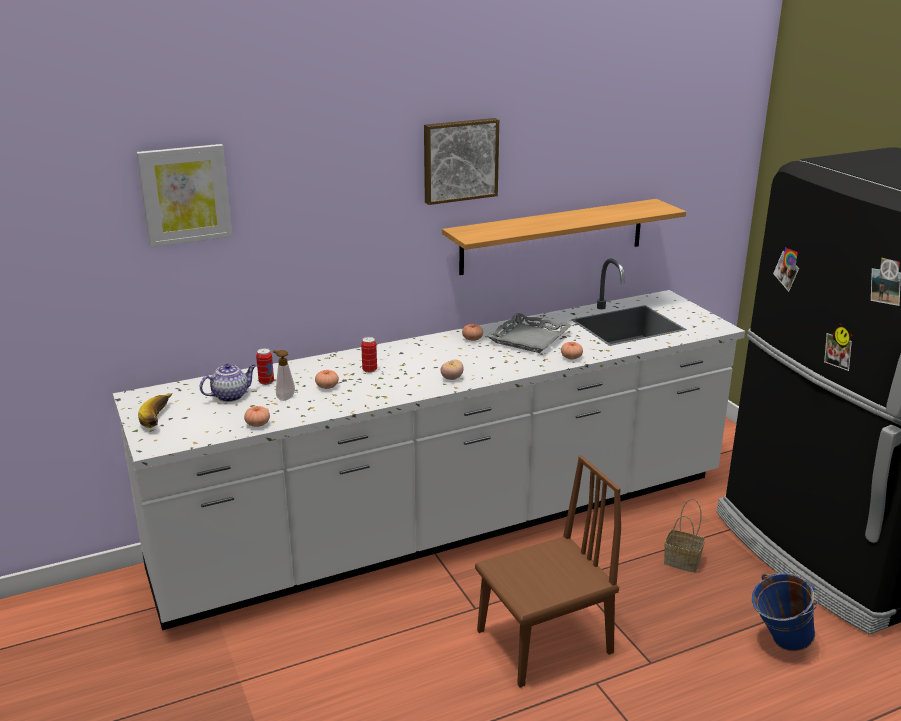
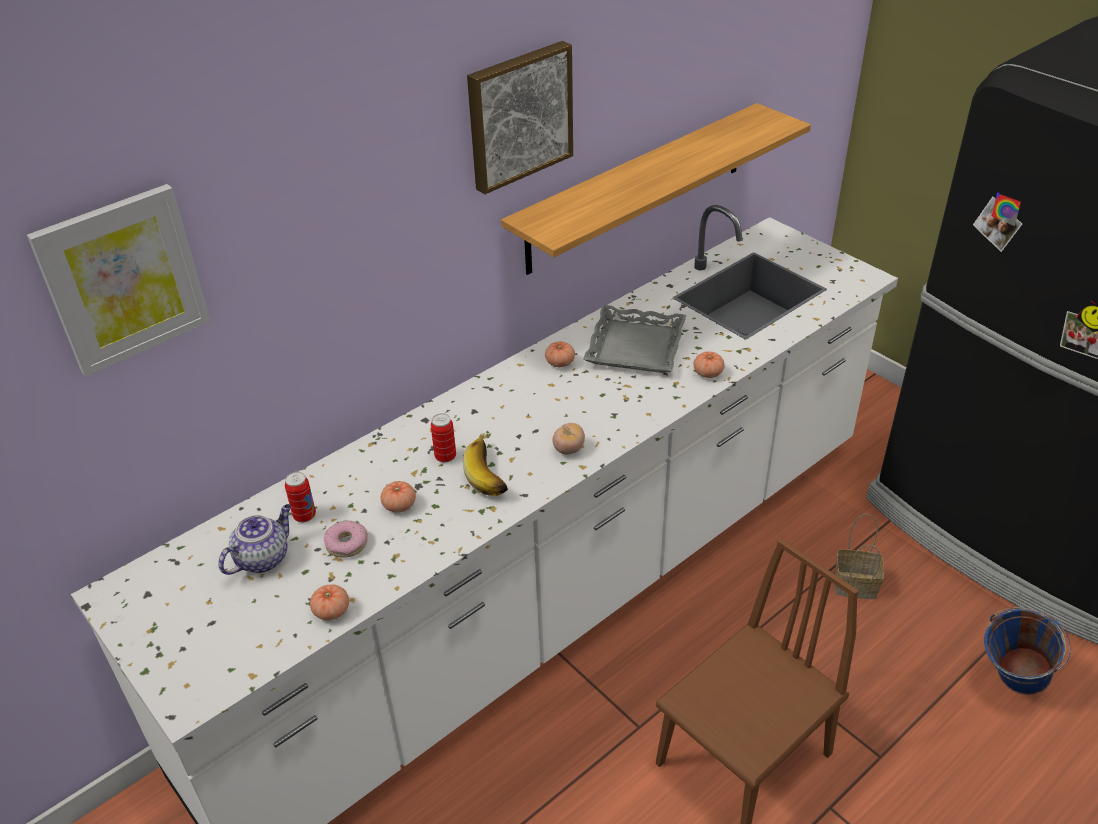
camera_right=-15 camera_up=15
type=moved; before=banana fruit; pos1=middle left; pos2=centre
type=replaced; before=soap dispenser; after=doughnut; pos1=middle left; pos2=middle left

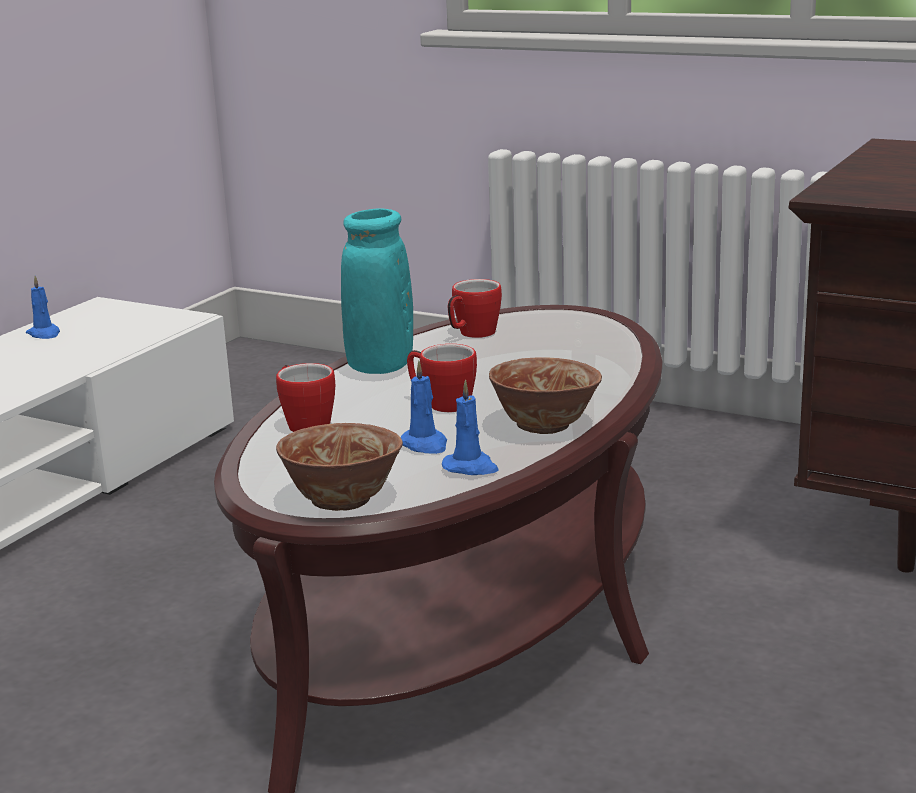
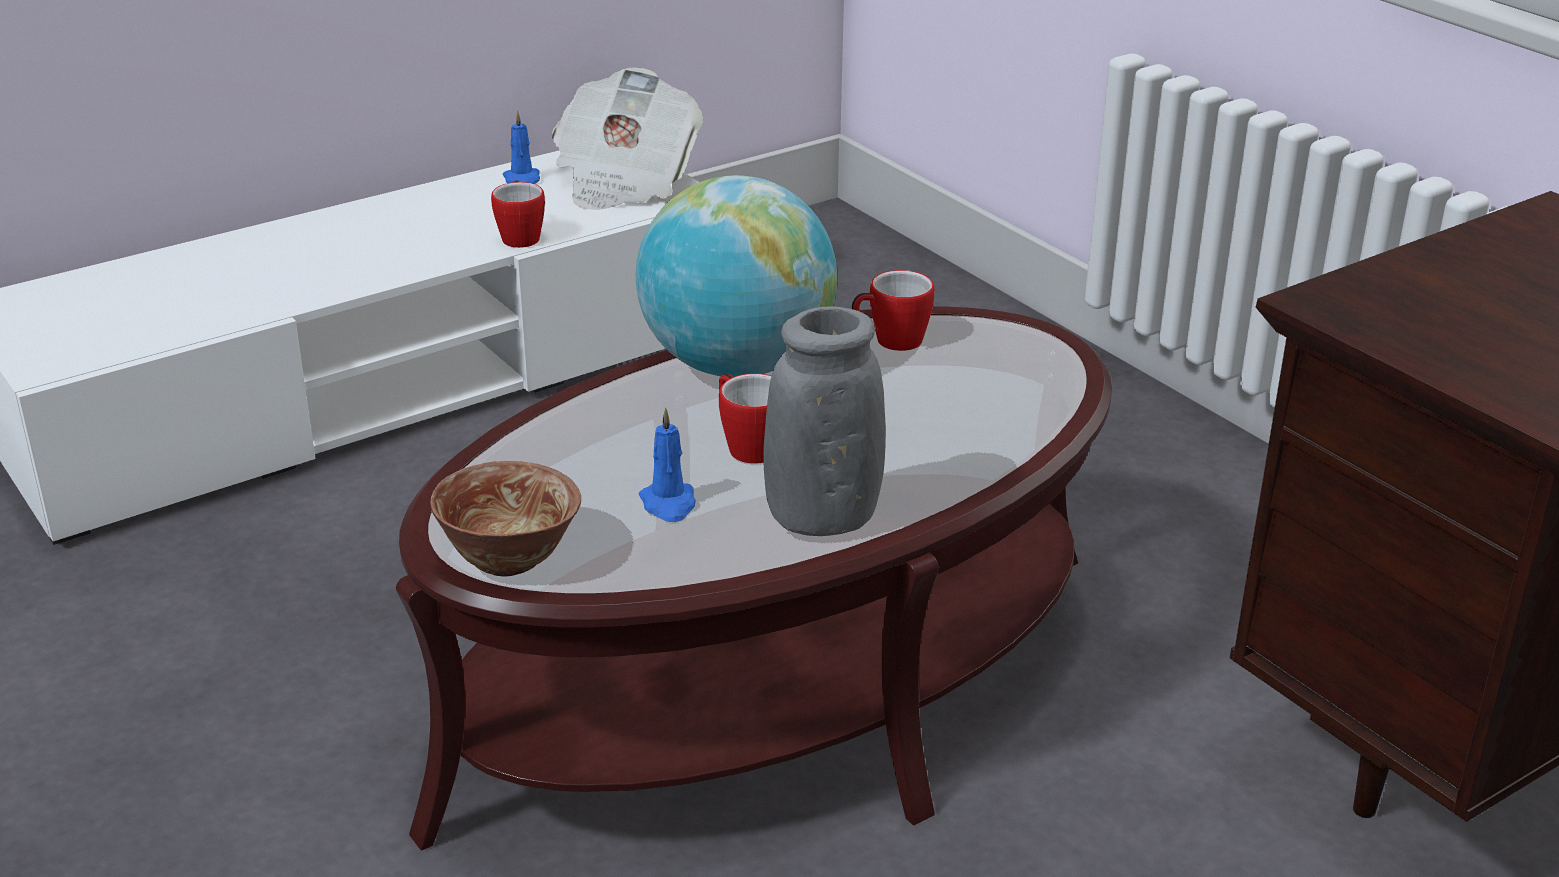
camera_right=25 camera_up=10
type=moved; before=mug (1st from left); pos1=middle left; pos2=top left
type=replaced; before=vase in blue-green; after=desk globe; pos1=centre; pos2=top centre
type=removed; before=candle in blue-coloured (3rd from left); pos1=centre
type=replaced; before=bowl (2nd from left); after=vase in greyish; pos1=centre; pos2=centre
type=added; after=daily paper; pos2=top centre

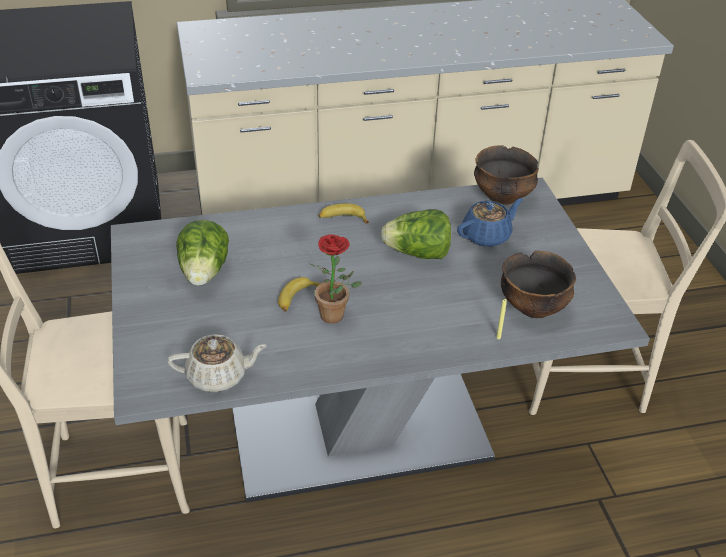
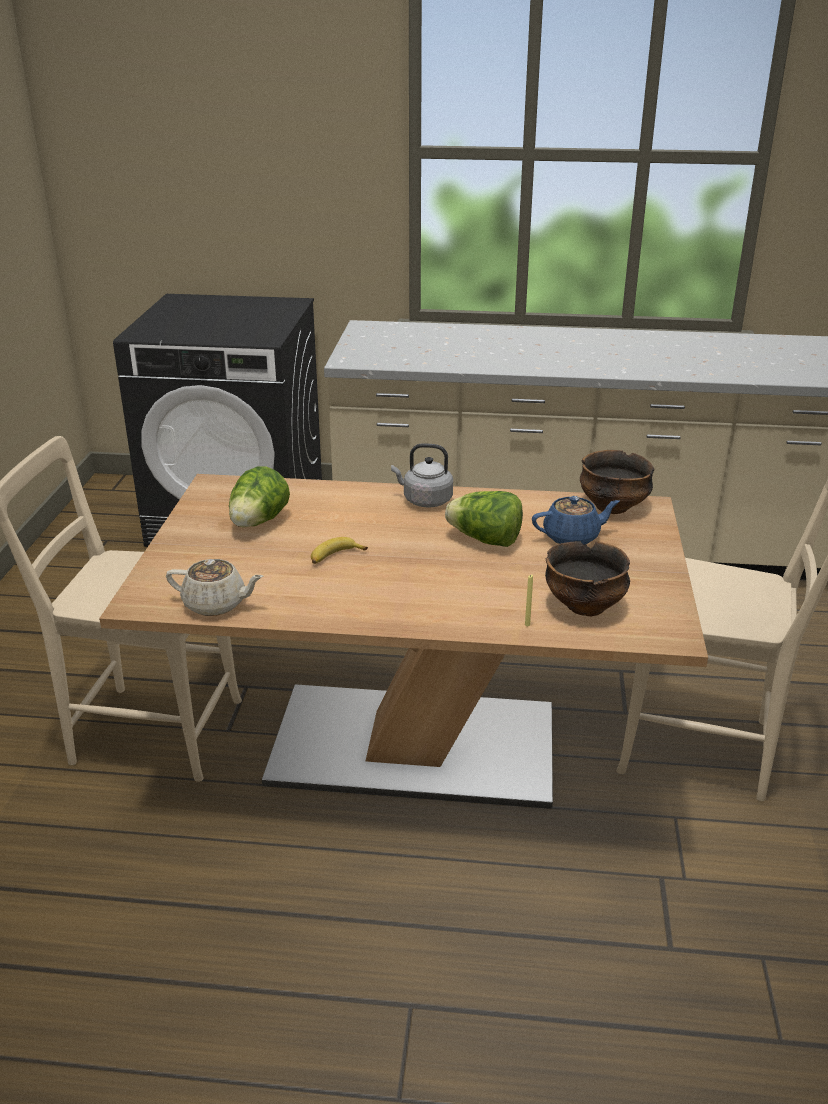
camera_right=20 camera_up=-10
type=recoloured; before=dining table in greyish; after=dining table in brown-coloured; pos1=centre; pos2=centre
type=removed; before=houseplant; pos1=centre
type=replaced; before=banana fruit (2nd from left); after=water kettle in greyish; pos1=centre; pos2=centre

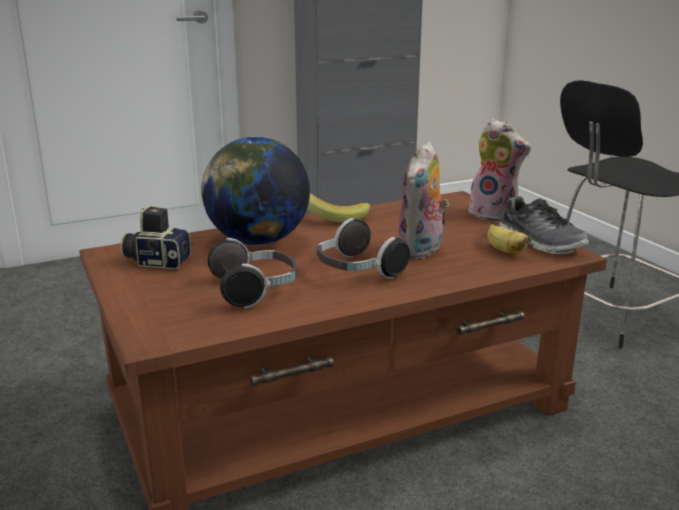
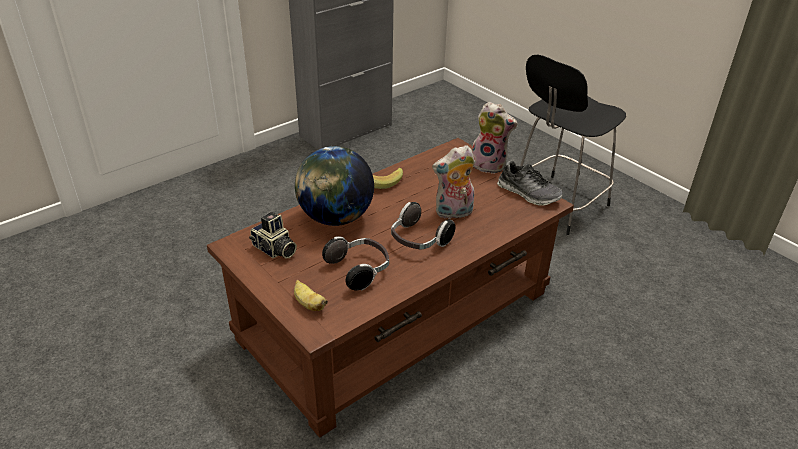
camera_right=-15 camera_up=15
type=turned; before=still camera; pos1=middle left; pos2=centre; turn=-135
type=turned; before=plush toy (1st from left); pos1=centre; pos2=centre; turn=60
type=moved; before=banana fruit (2nd from left in the first image); after=banana fruit (1st from left); pos1=middle right; pos2=centre

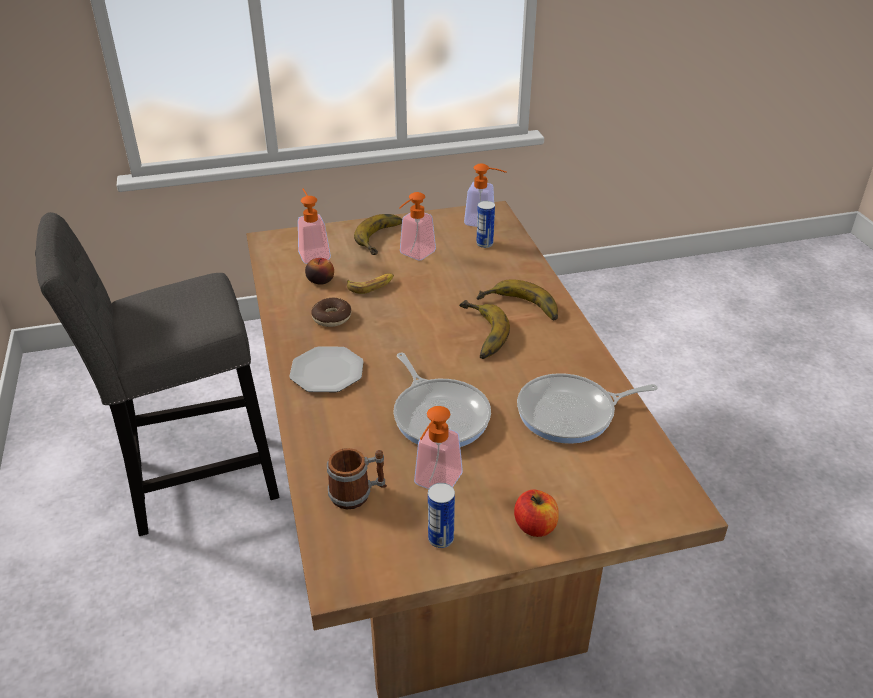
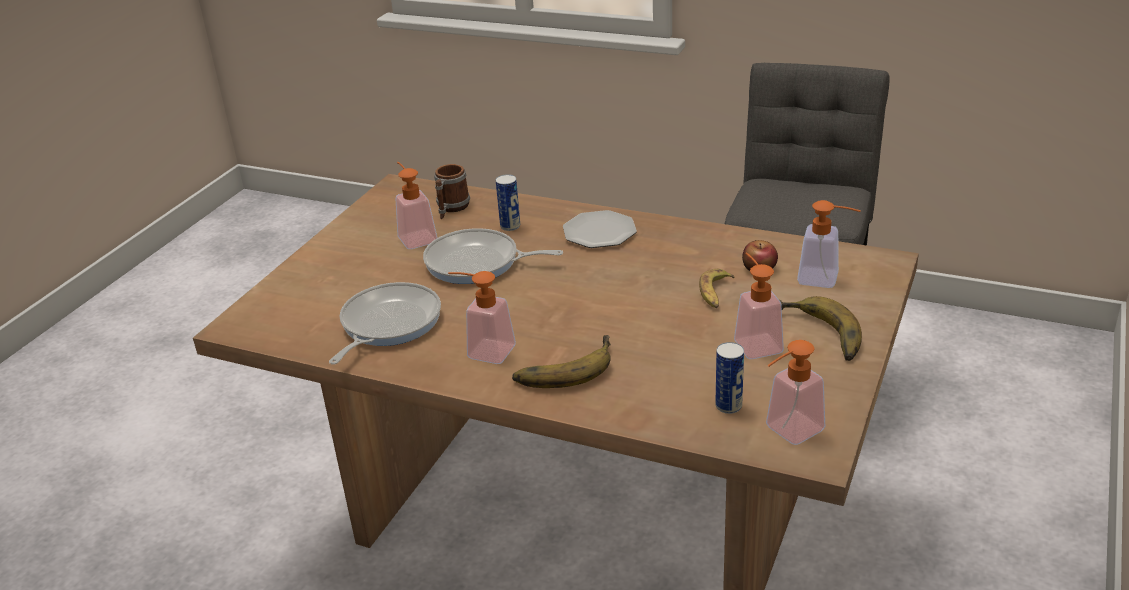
camera_right=130 camera_up=-5
type=removed; before=doughnut; pos1=centre
type=moved; before=sealed can (1st from left); pos1=bottom centre; pos2=centre
type=removed; before=banana fruit (3rd from left); pos1=centre
type=removed; before=apple (2nd from left); pos1=bottom centre
type=added; after=soap dispenser (2nd from left); pos2=centre

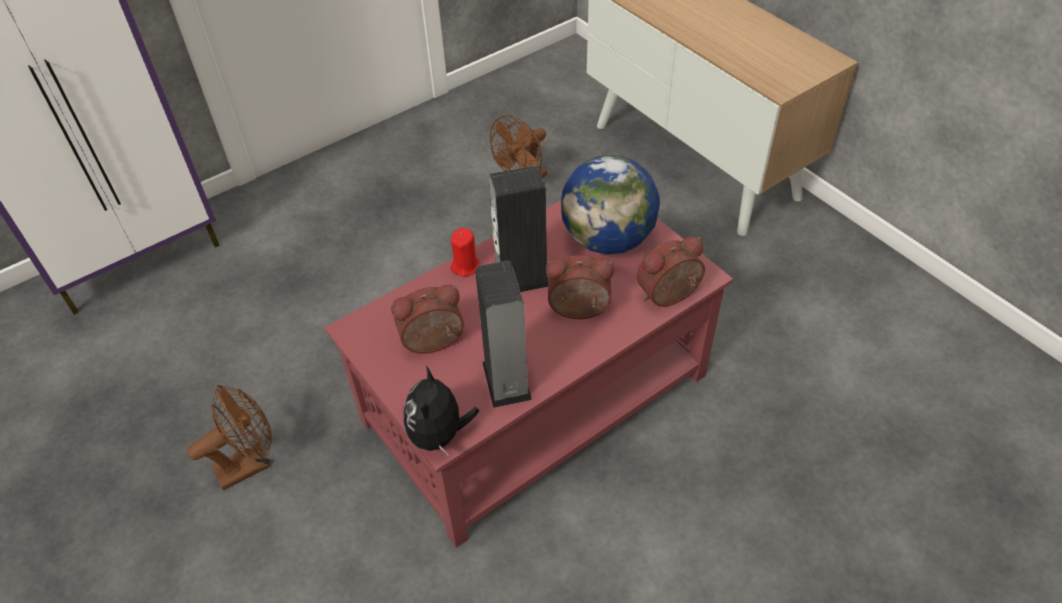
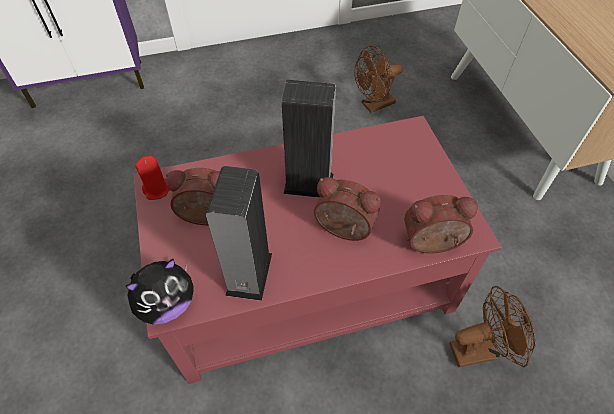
camera_right=20 camera_up=5
type=moved; before=fan in brown-coloured (1st from left in the first image); after=fan in brown-coloured (2nd from left); pos1=bottom left; pos2=bottom right
type=turned; before=plush toy; pos1=bottom centre; pos2=bottom left; turn=-150
type=moved; before=candle in red-coloured; pos1=centre; pos2=middle left
type=removed; before=desk globe; pos1=centre

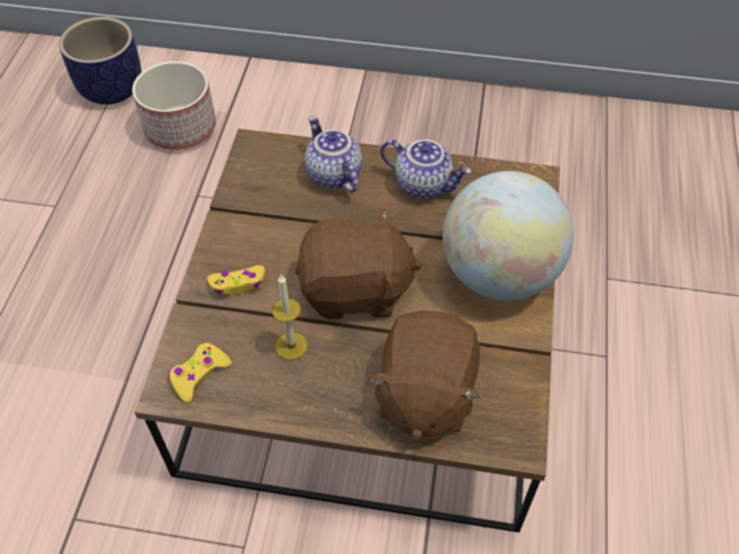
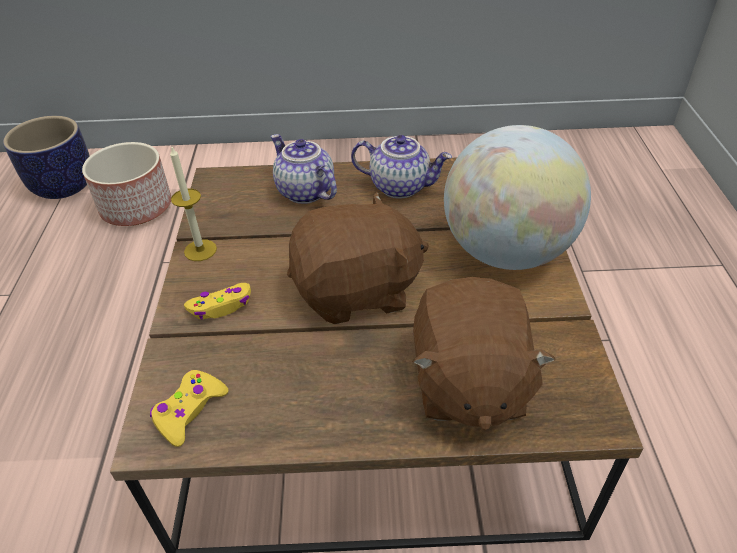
camera_right=-10 camera_up=-10
type=moved; before=candle; pos1=centre; pos2=middle left

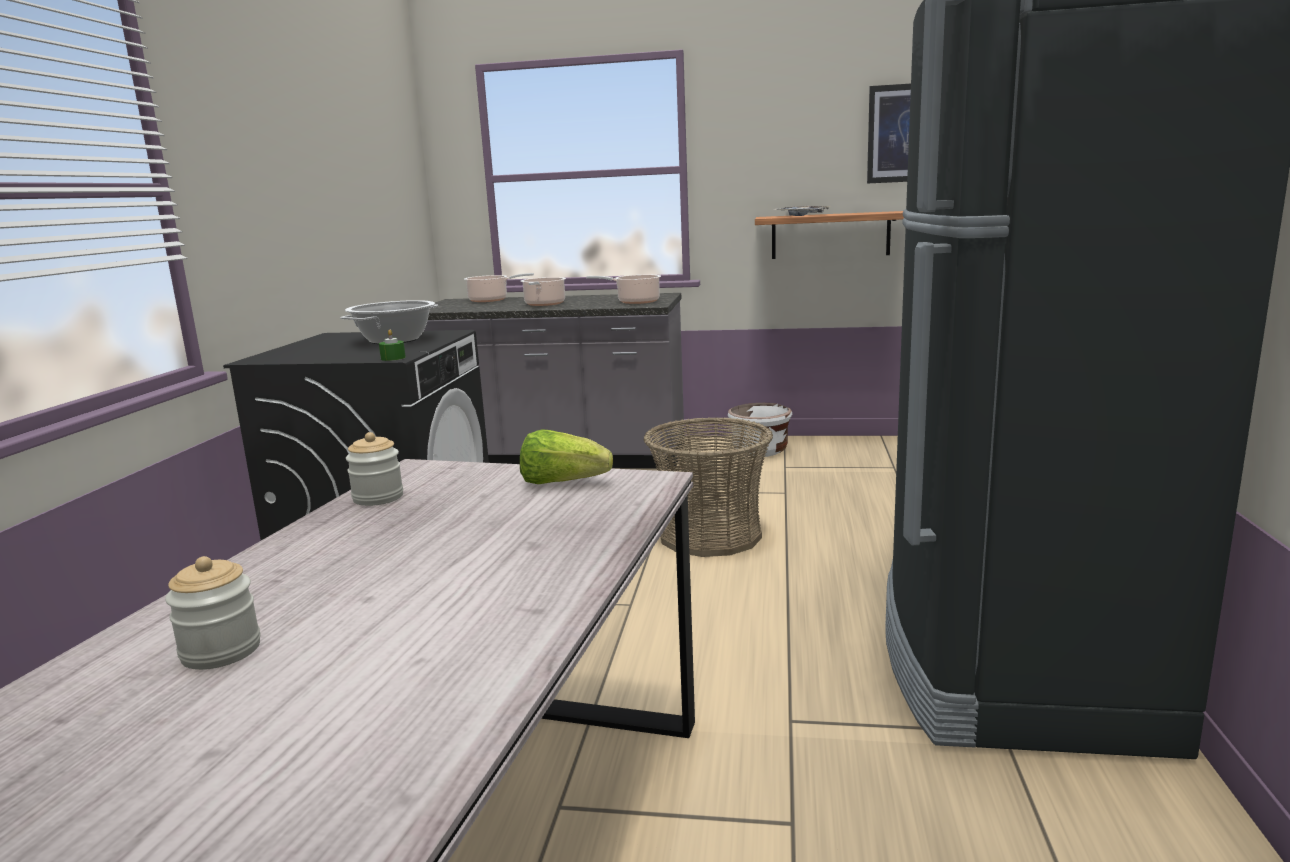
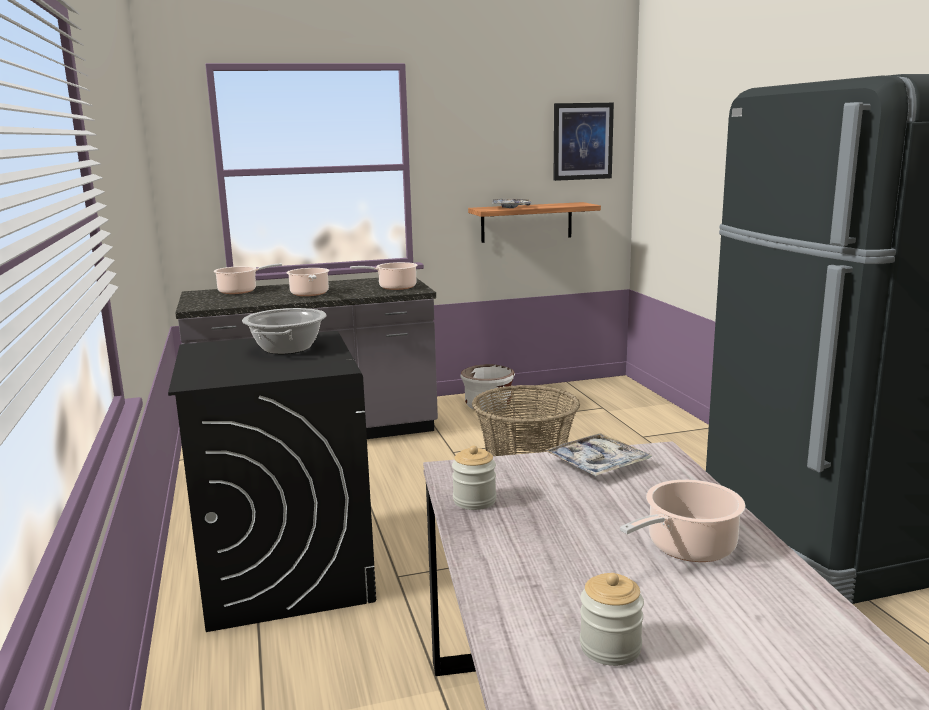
camera_right=-25 camera_up=0
type=removed; before=candle in greenish; pos1=middle left
type=replaced; before=lettuce head; after=tray (2nd from left); pos1=centre; pos2=centre
type=added; after=saucepot (5th from left); pos2=bottom right

